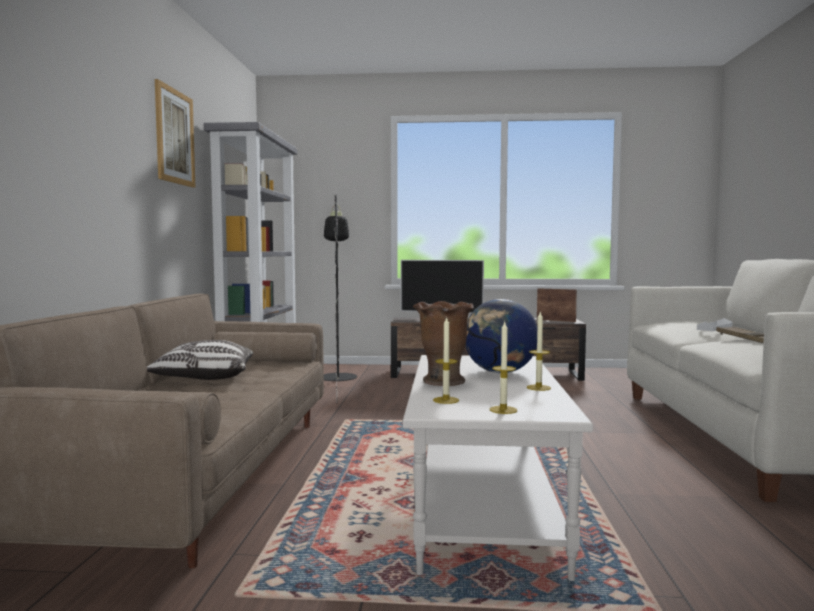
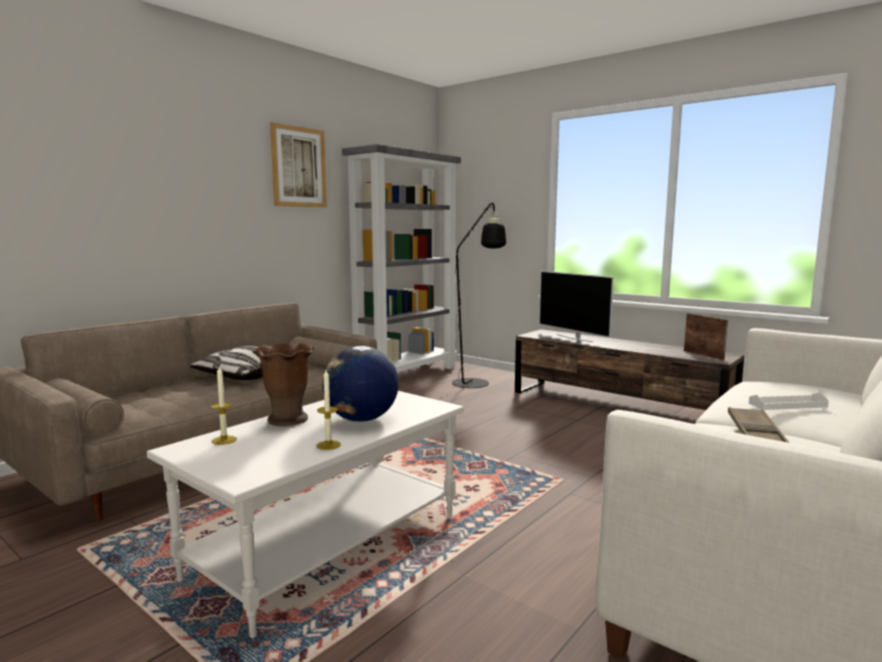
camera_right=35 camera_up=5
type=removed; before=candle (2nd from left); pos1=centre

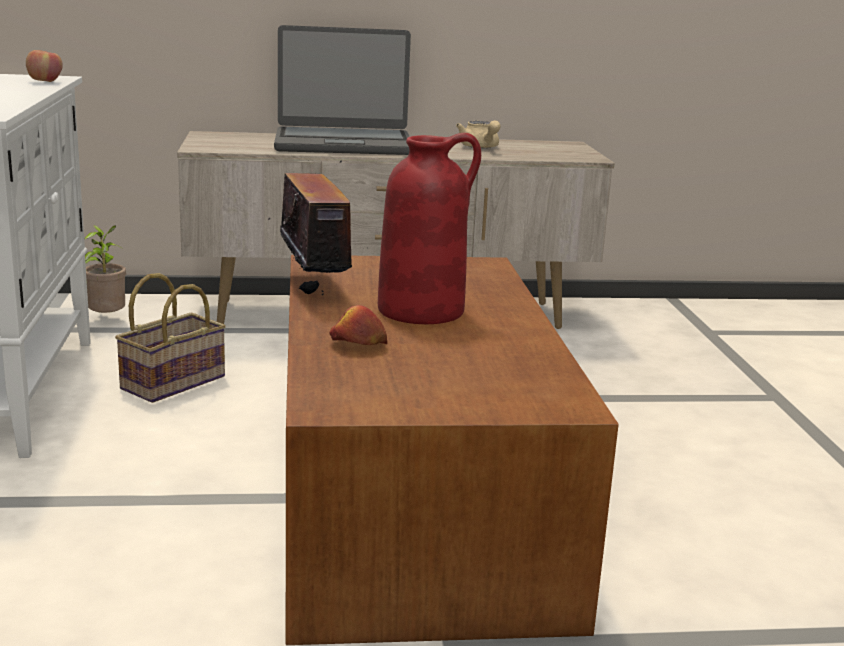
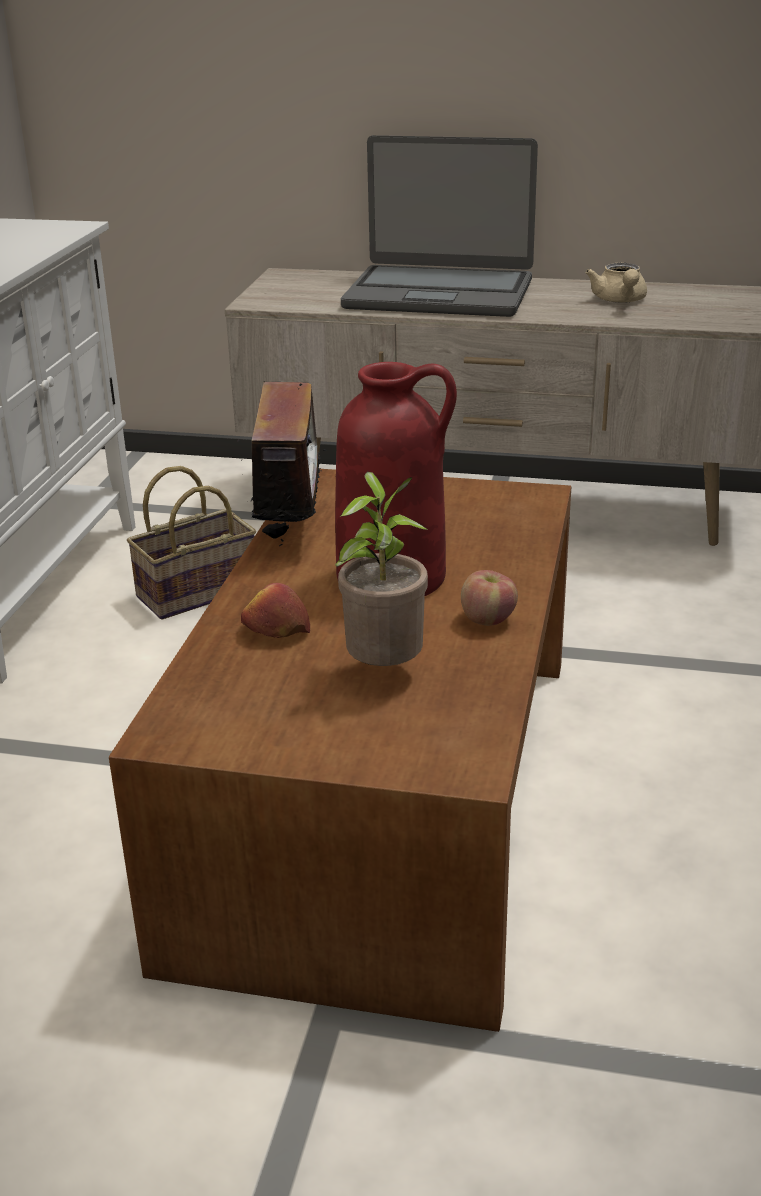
camera_right=20 camera_up=10
type=moved; before=apple (1st from left in the first image); after=apple (2nd from left); pos1=top left; pos2=centre
type=moved; before=houseplant; pos1=middle left; pos2=centre

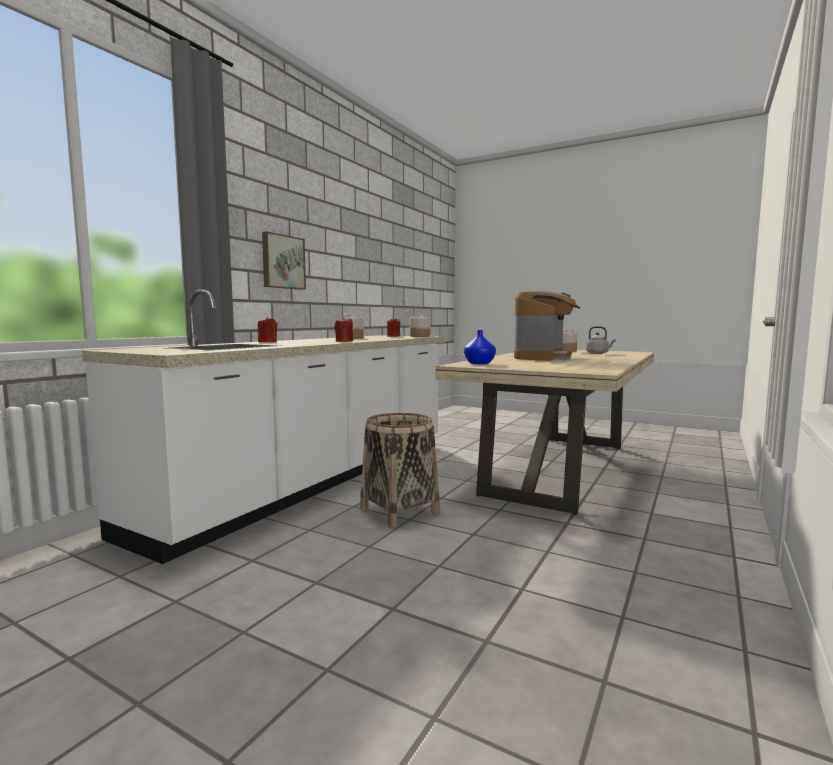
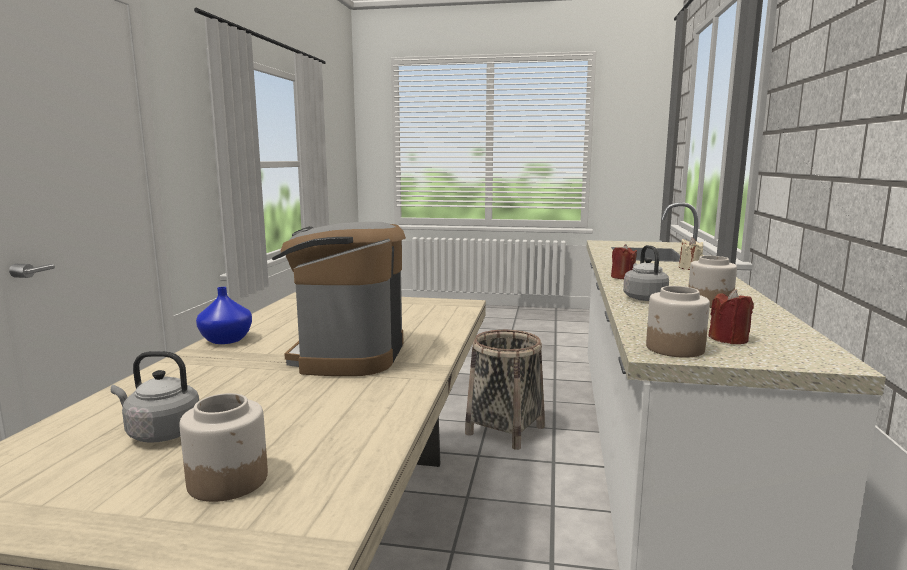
camera_right=160 camera_up=5
type=recoloured; before=candle in red-coloured (1st from left); after=candle in sand-coloured; pos1=middle left; pos2=middle right
type=removed; before=wall art; pos1=centre
type=moved; before=vase in blue-coloured; pos1=centre; pos2=middle left
type=added; after=water kettle in greyish (2nd from left); pos2=middle right

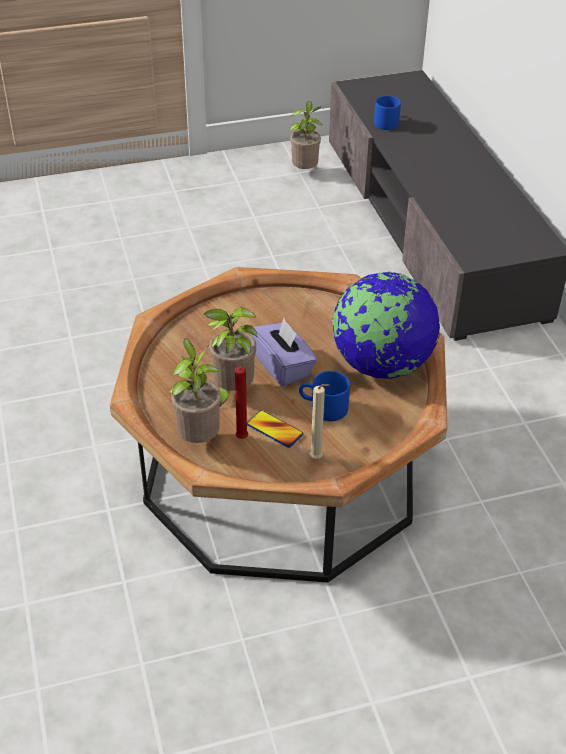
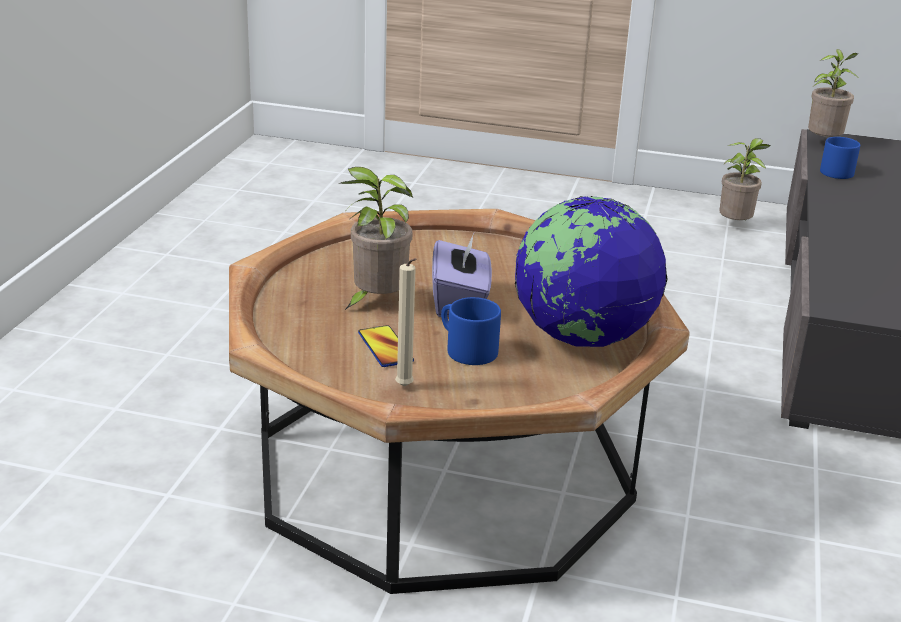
camera_right=30 camera_up=-15
type=moved; before=houseplant (1st from left in the first image); after=houseplant (3rd from left); pos1=centre; pos2=top right
type=removed; before=candle in red-coloured; pos1=centre

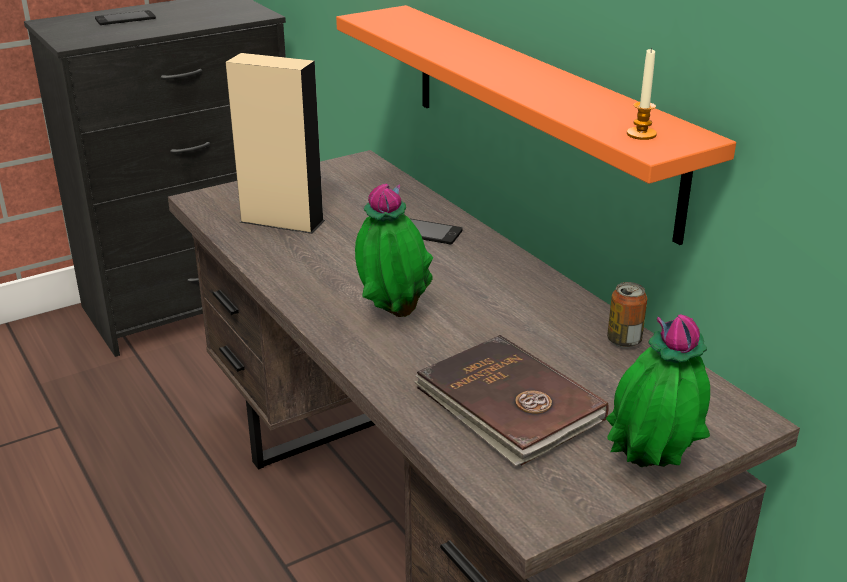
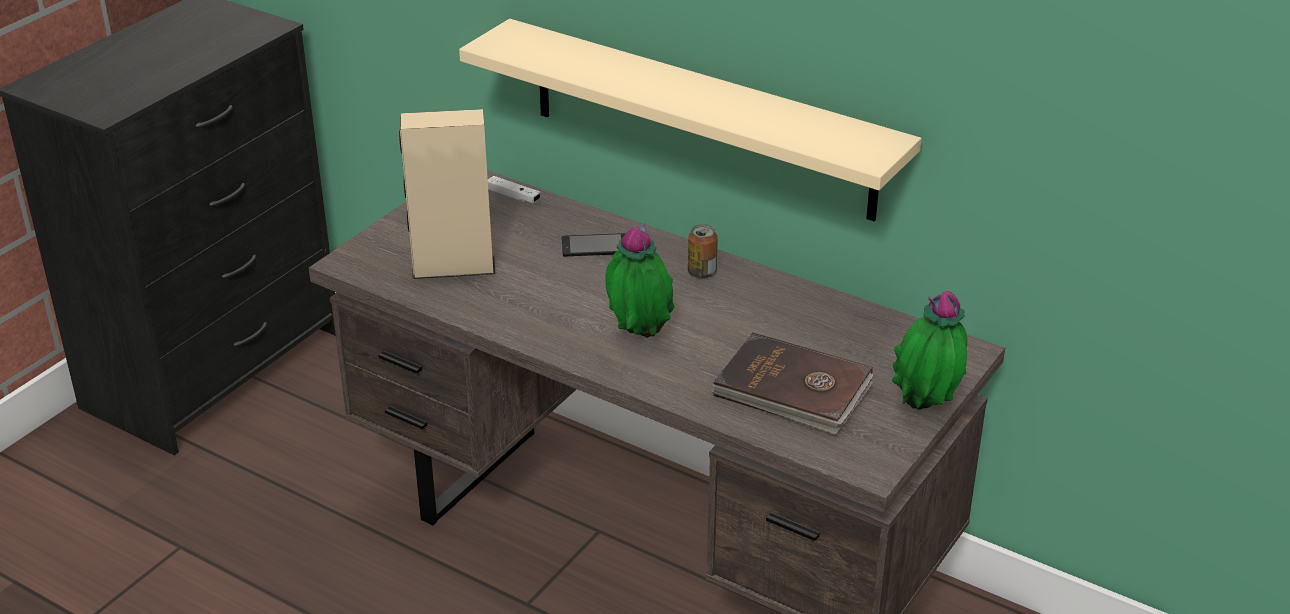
camera_right=-25 camera_up=5
type=removed; before=handset (1st from left); pos1=top left
type=recoloured; before=bracket shelf in orange-coloured; after=bracket shelf in sand-coloured; pos1=top centre; pos2=top centre
type=moved; before=sealed can; pos1=middle right; pos2=centre
type=removed; before=candle; pos1=top right
type=added; after=gamepad in whitish; pos2=top centre

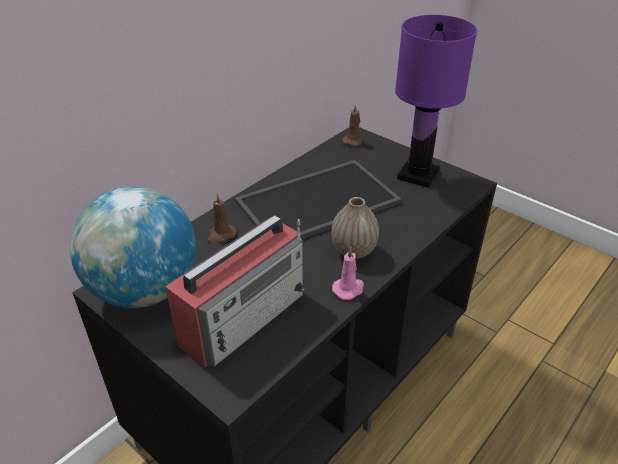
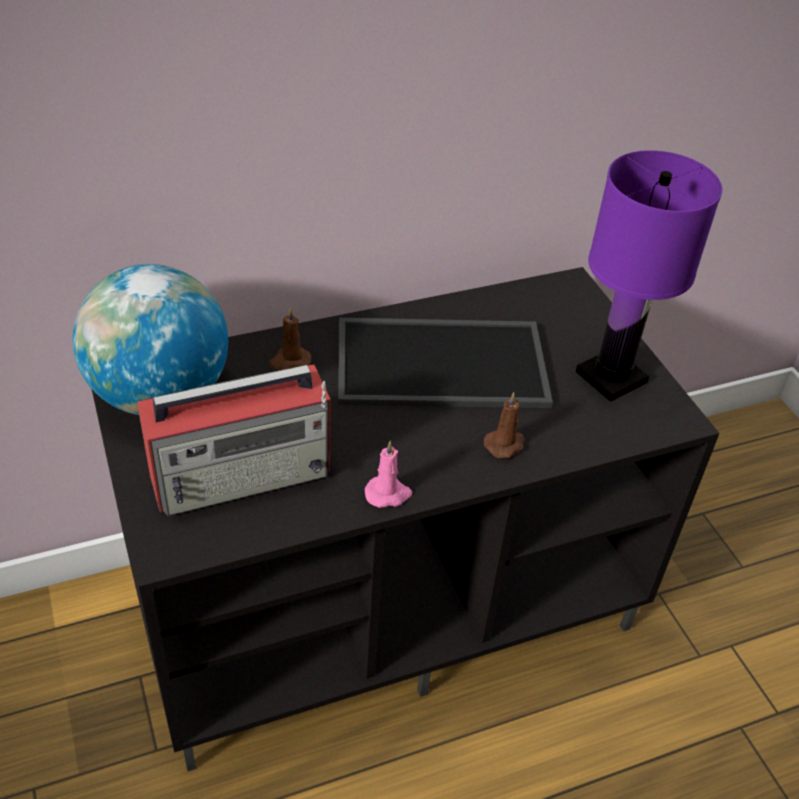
camera_right=25 camera_up=5
type=removed; before=vase; pos1=centre
type=moved; before=candle in brown-coloured (2nd from left); pos1=top centre; pos2=centre

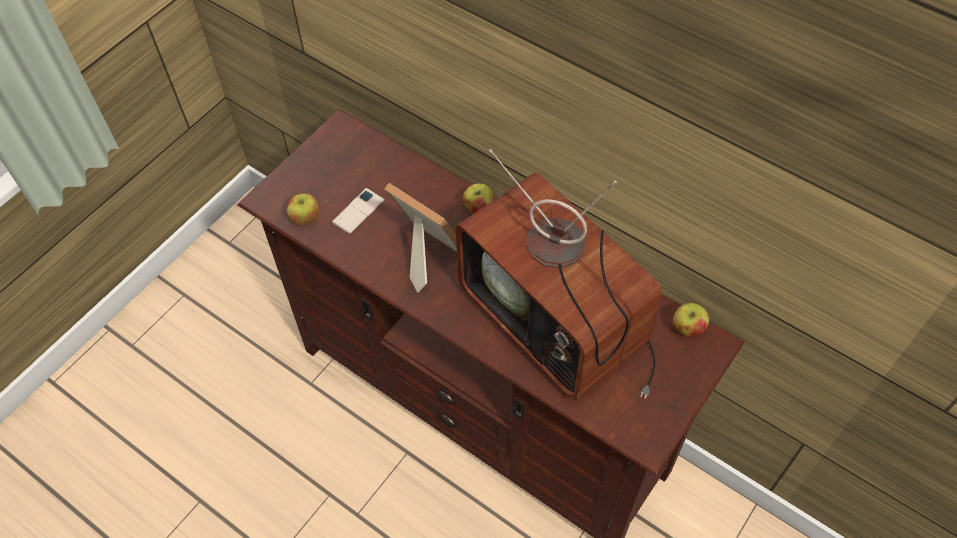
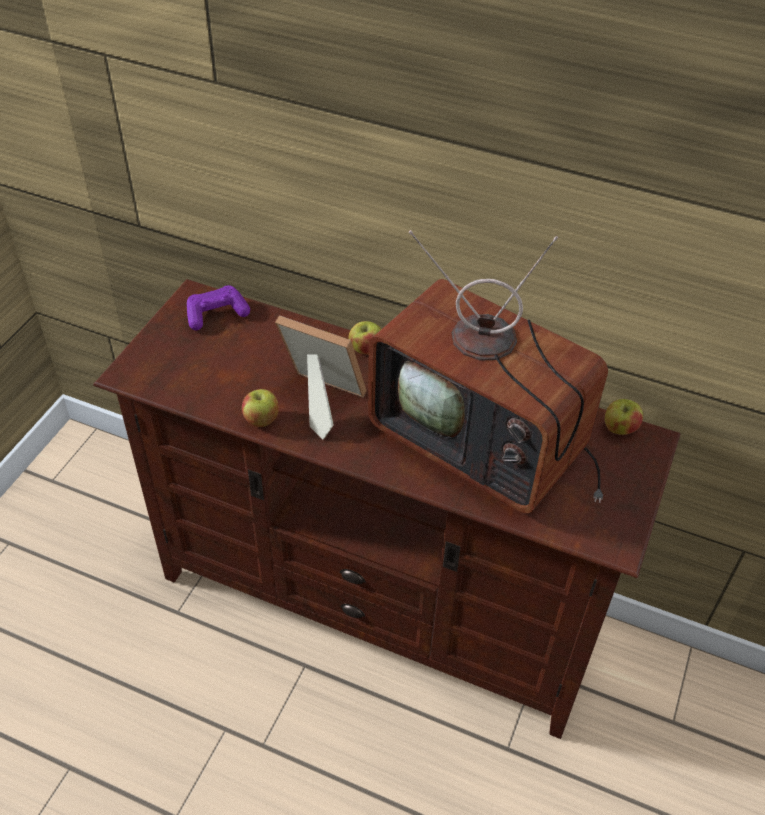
camera_right=-15 camera_up=-10
type=moved; before=apple (1st from left); pos1=middle left; pos2=centre
type=removed; before=handset; pos1=centre
type=added; after=gamepad in purplish; pos2=middle left

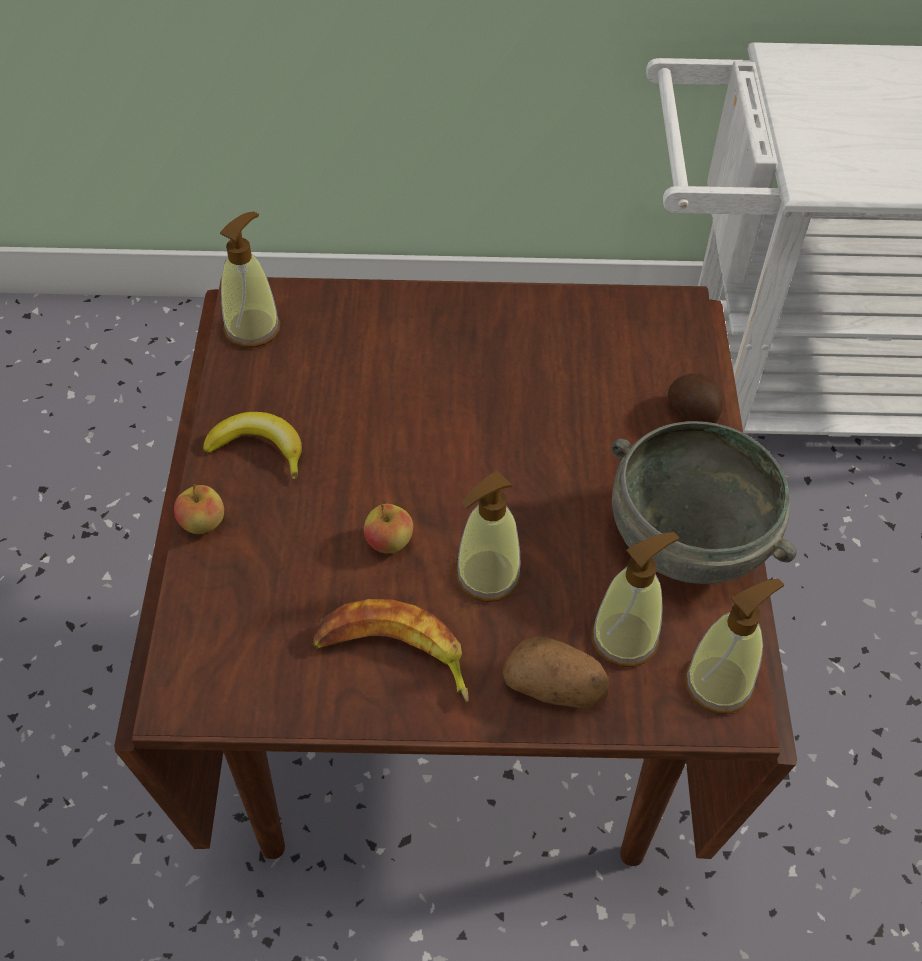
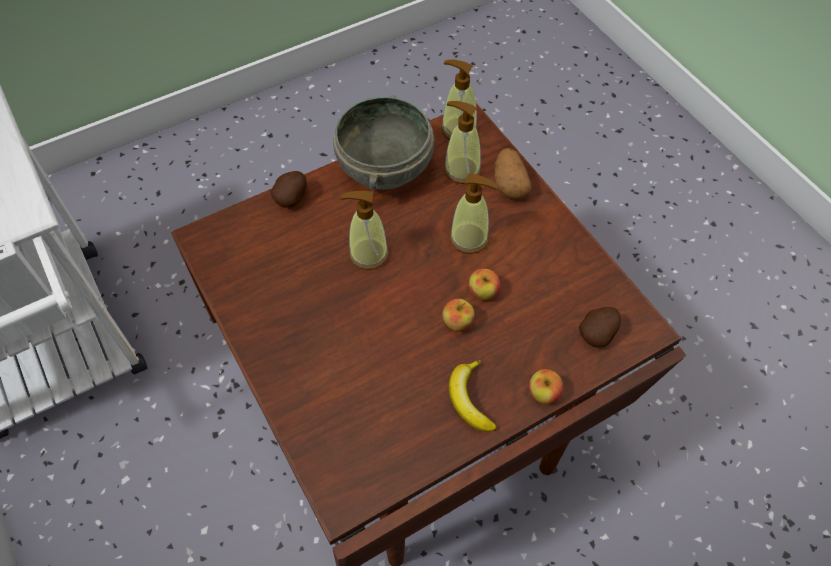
camera_right=-120 camera_up=5
type=moved; before=soap dispenser (1st from left); pos1=top left; pos2=centre
type=removed; before=banana fruit (2nd from left); pos1=bottom centre
type=added; after=apple (1st from left); pos2=centre
type=added; after=whole potato (3rd from left); pos2=middle right

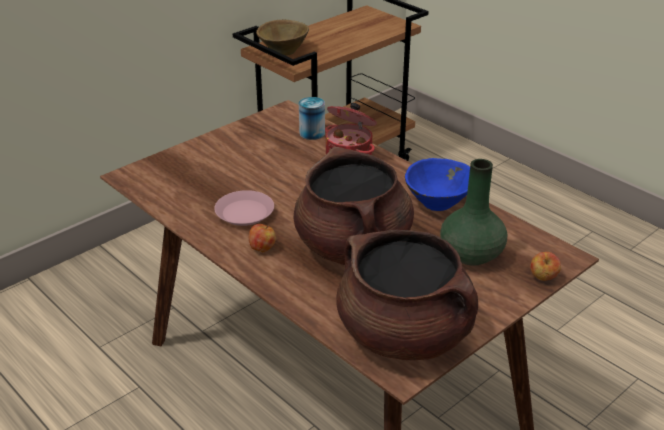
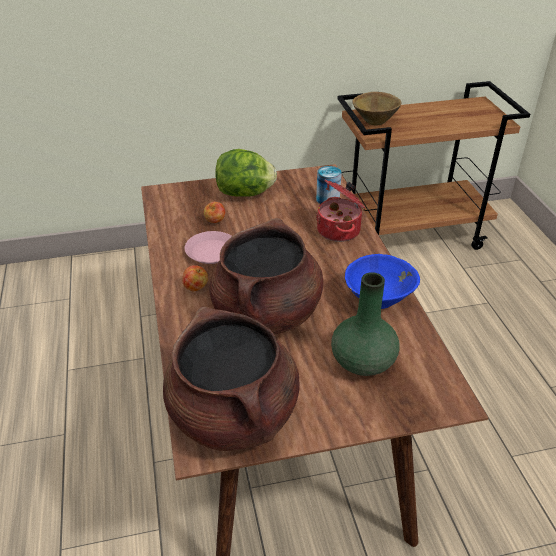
camera_right=30 camera_up=5
type=moved; before=apple (2nd from left); pos1=middle right; pos2=centre
type=added; after=lettuce head; pos2=top centre

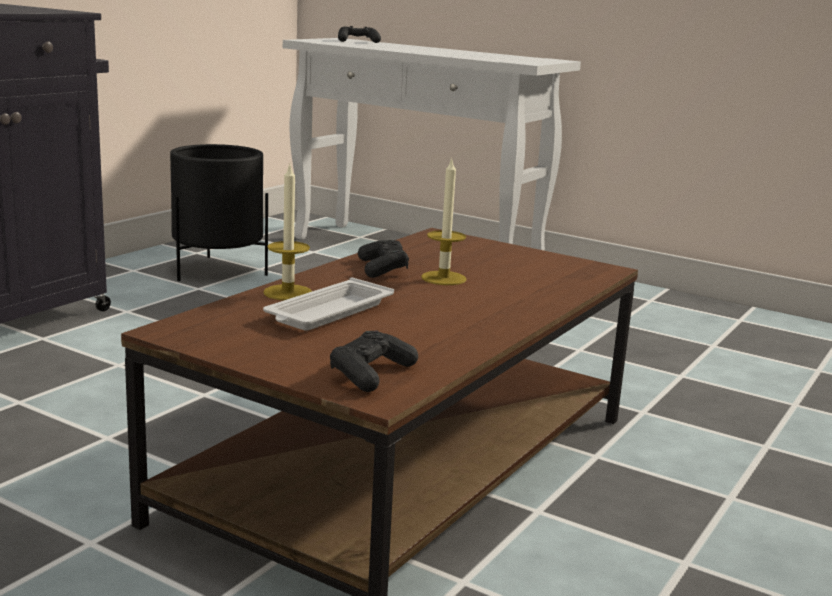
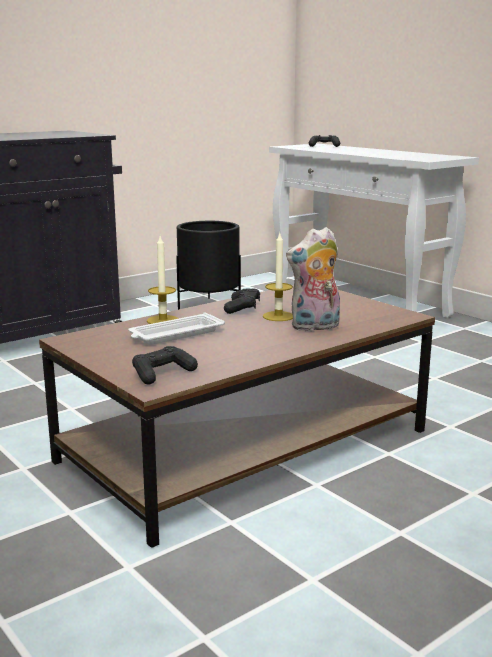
camera_right=20 camera_up=0
type=added; after=plush toy; pos2=centre

